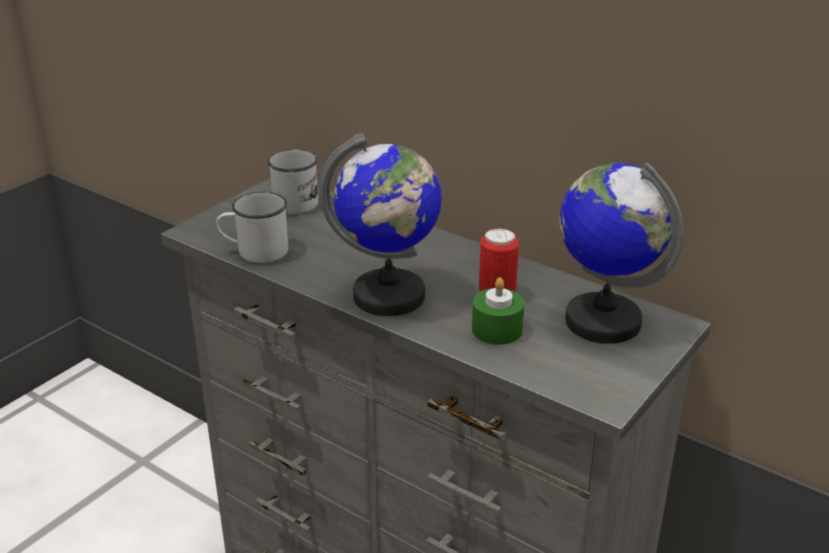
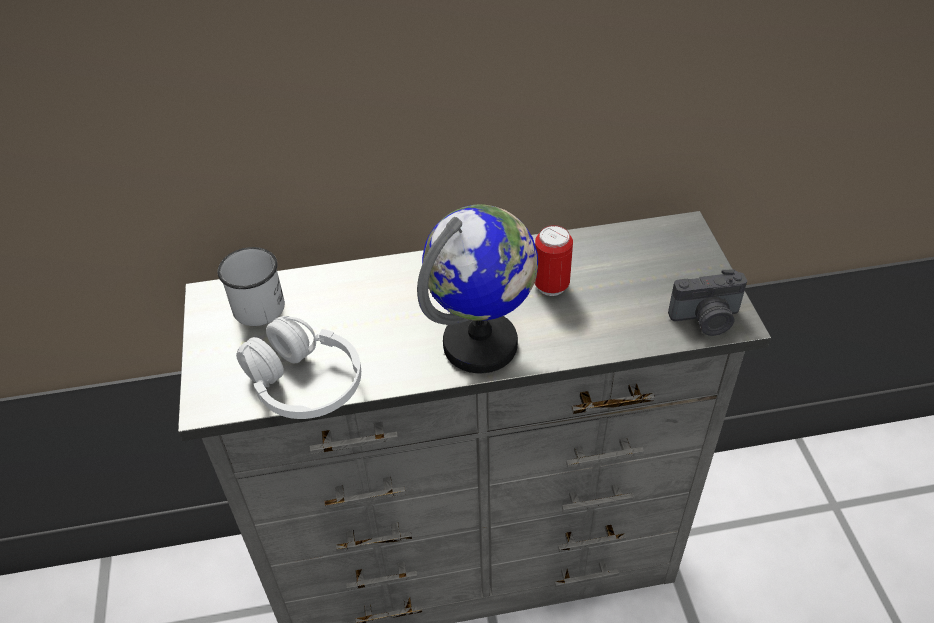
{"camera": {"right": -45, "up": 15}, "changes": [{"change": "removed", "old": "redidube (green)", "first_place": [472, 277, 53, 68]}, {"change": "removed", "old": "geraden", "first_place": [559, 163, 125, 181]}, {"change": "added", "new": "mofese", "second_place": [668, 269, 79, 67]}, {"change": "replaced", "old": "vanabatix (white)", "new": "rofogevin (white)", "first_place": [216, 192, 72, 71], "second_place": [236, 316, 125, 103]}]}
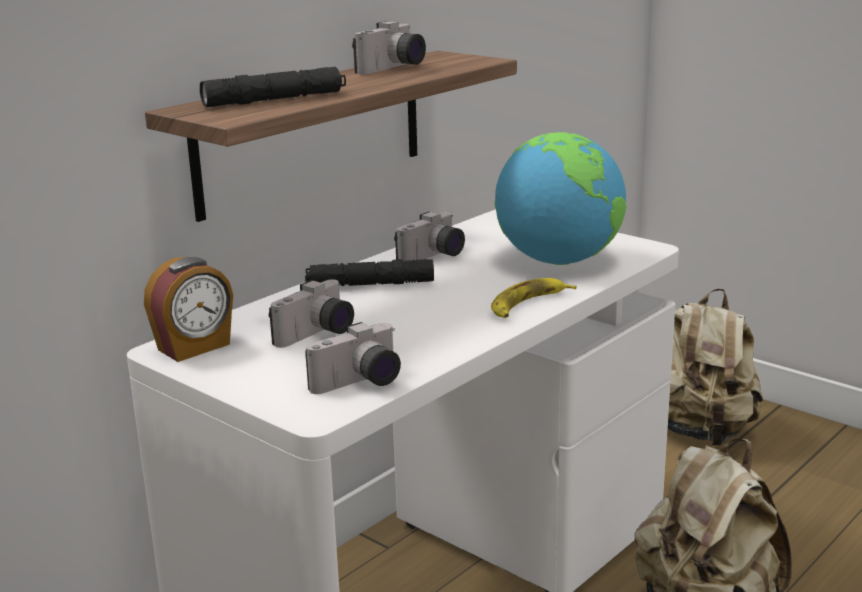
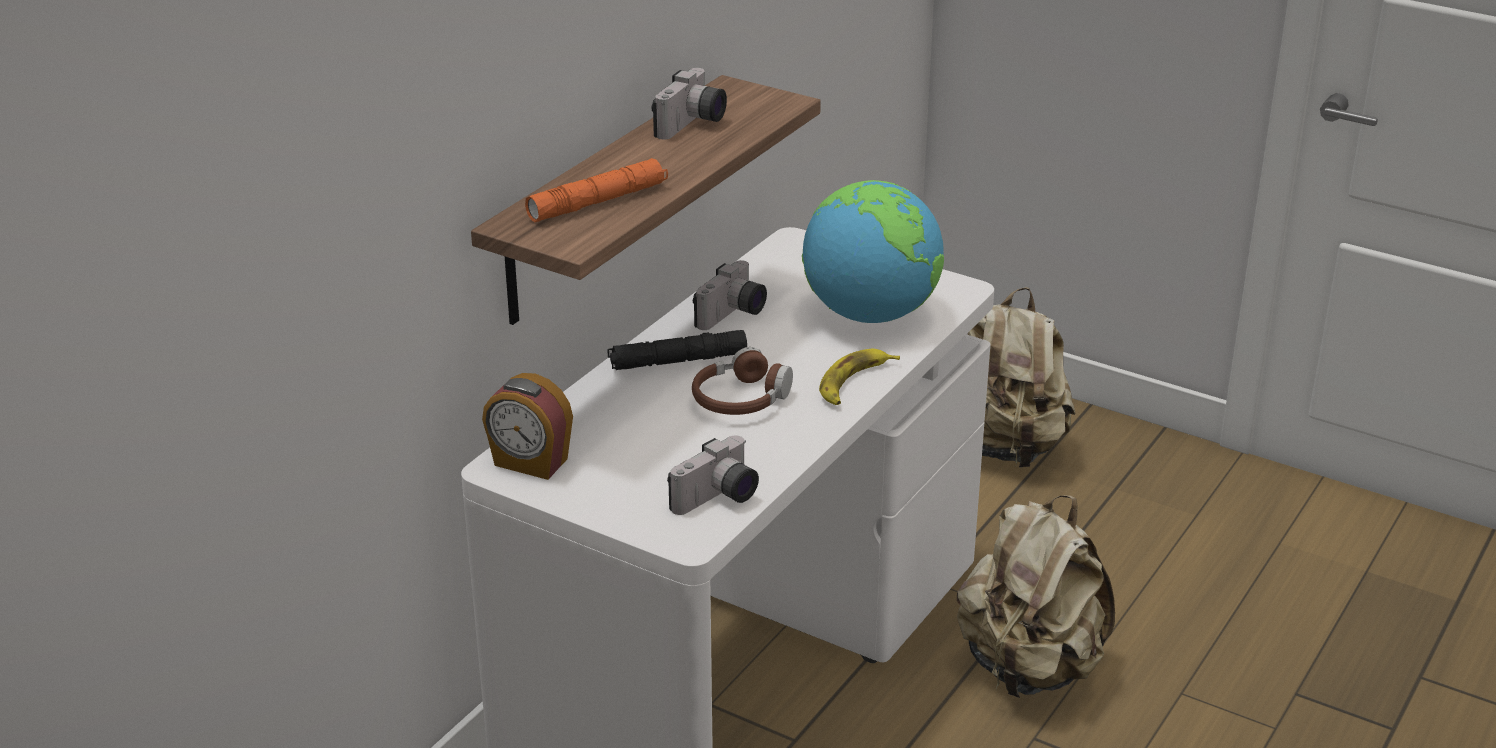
{"camera": {"right": -10, "up": 10}, "changes": [{"change": "removed", "old": "mofese", "first_place": [269, 279, 85, 69]}, {"change": "added", "new": "rofogevin (brown)", "second_place": [692, 347, 101, 68]}, {"change": "recoloured", "old": "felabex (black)", "new": "felabex (orange)", "first_place": [200, 67, 146, 40], "second_place": [525, 158, 143, 64]}, {"change": "turned", "old": "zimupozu", "first_place": [144, 257, 89, 105], "second_place": [482, 373, 91, 107], "degrees": 75}]}
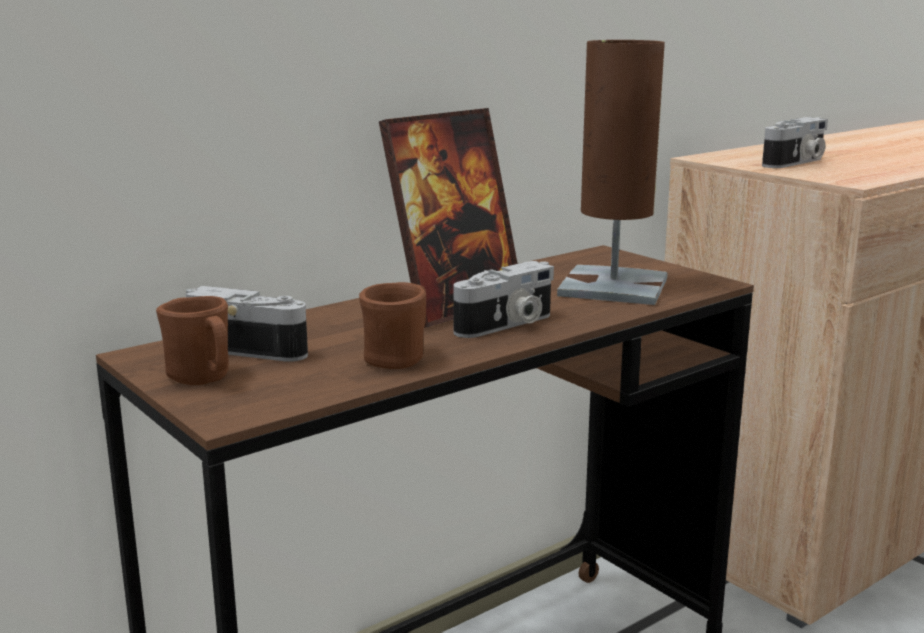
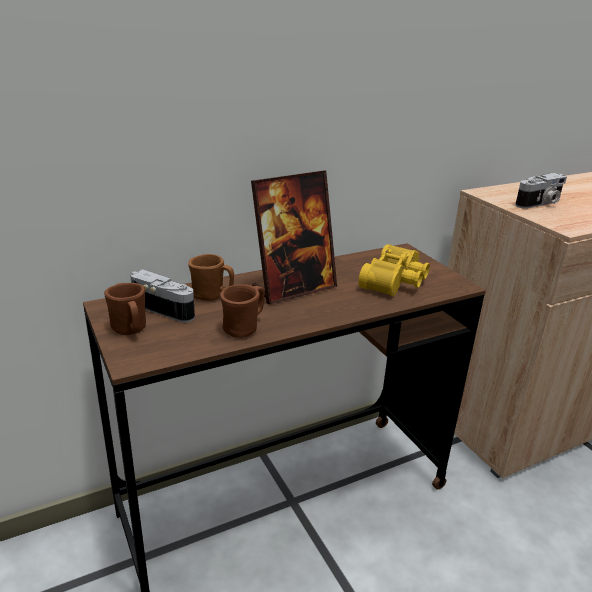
{"camera": {"right": 10, "up": 10}, "changes": [{"change": "removed", "old": "mofese", "first_place": [453, 261, 101, 77]}, {"change": "added", "new": "vanabatix (brown)", "second_place": [188, 254, 46, 47]}, {"change": "replaced", "old": "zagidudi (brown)", "new": "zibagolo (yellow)", "first_place": [557, 40, 111, 265], "second_place": [358, 244, 72, 52]}]}
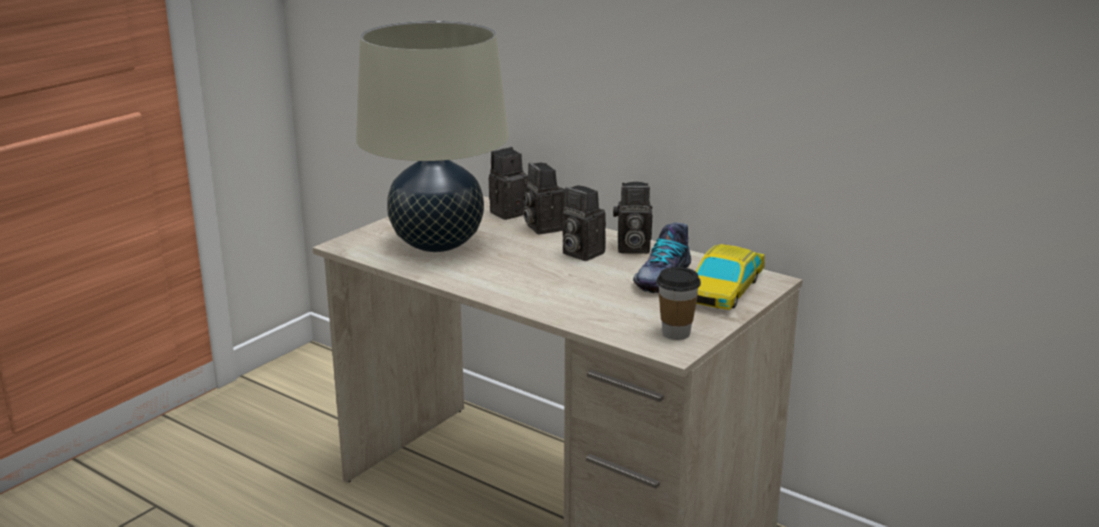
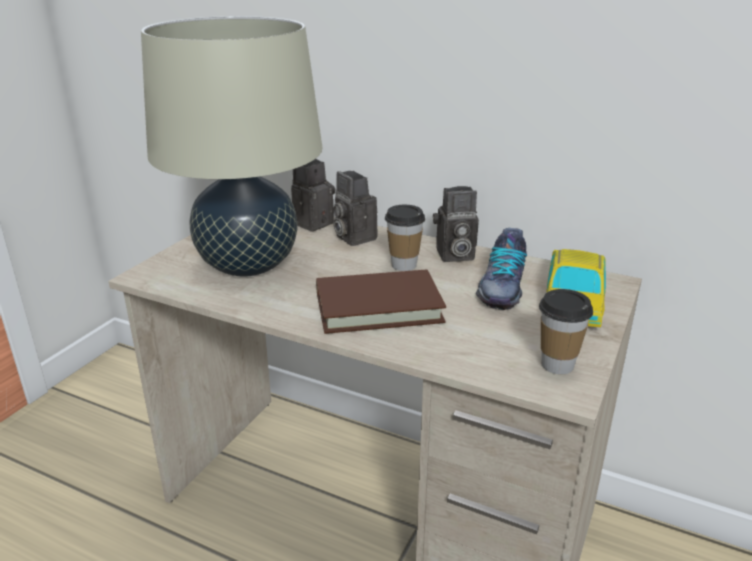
{"camera": {"right": -10, "up": 5}, "changes": [{"change": "added", "new": "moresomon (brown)", "second_place": [316, 270, 130, 64]}, {"change": "replaced", "old": "mofese", "new": "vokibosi", "first_place": [562, 185, 44, 76], "second_place": [385, 205, 40, 66]}]}
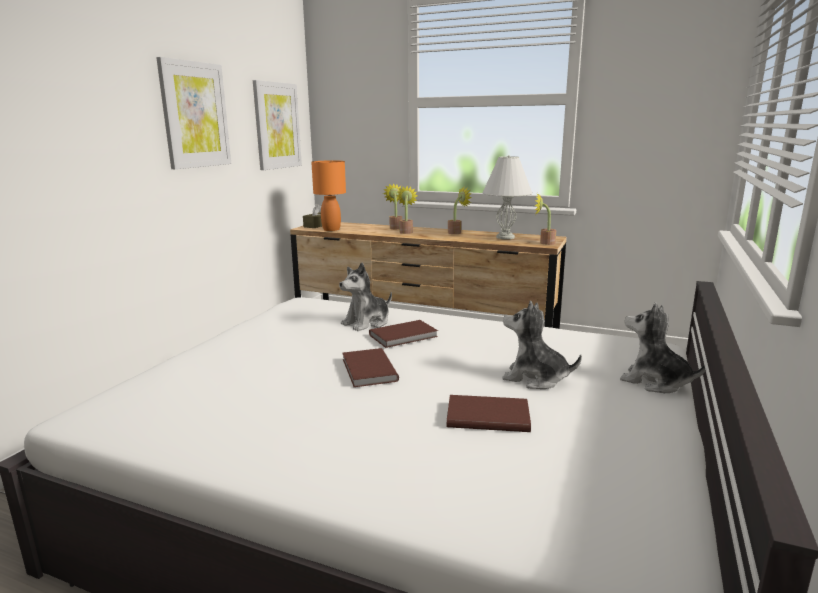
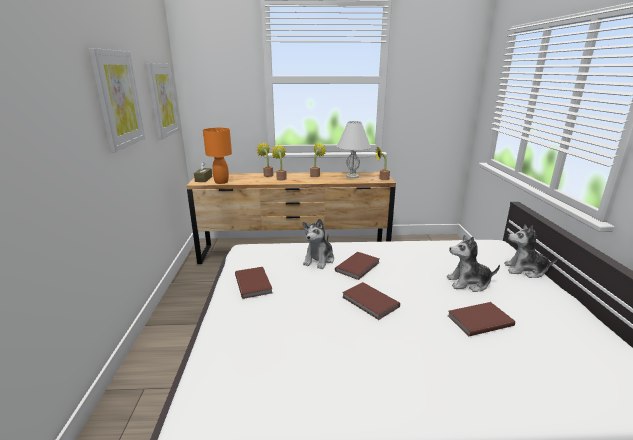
{"camera": {"right": -25, "up": 5}, "changes": [{"change": "added", "new": "moresomon (brown)", "second_place": [235, 267, 37, 32]}]}
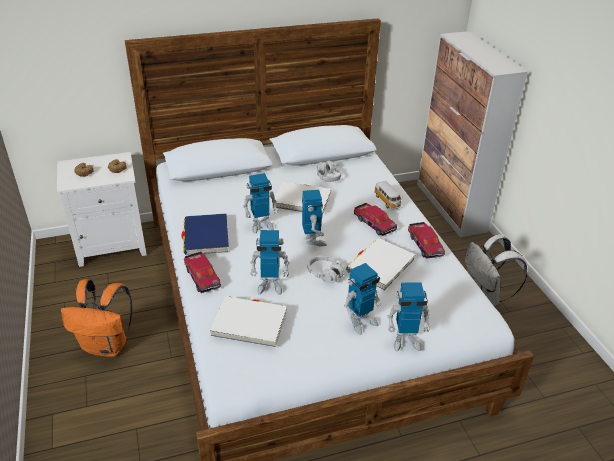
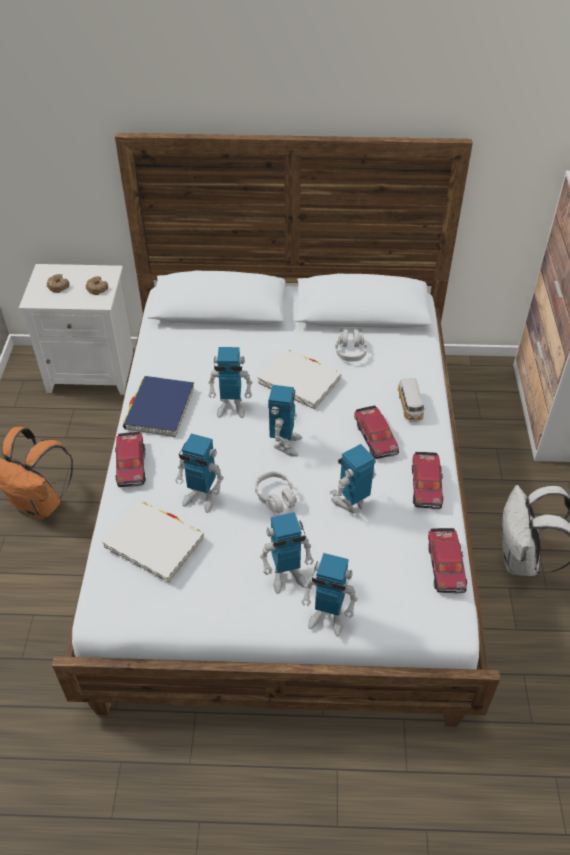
{"camera": {"right": 20, "up": 10}, "changes": [{"change": "added", "new": "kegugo", "second_place": [428, 528, 39, 66]}, {"change": "replaced", "old": "moresomon (white)", "new": "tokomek", "first_place": [346, 238, 70, 52], "second_place": [330, 444, 46, 69]}]}
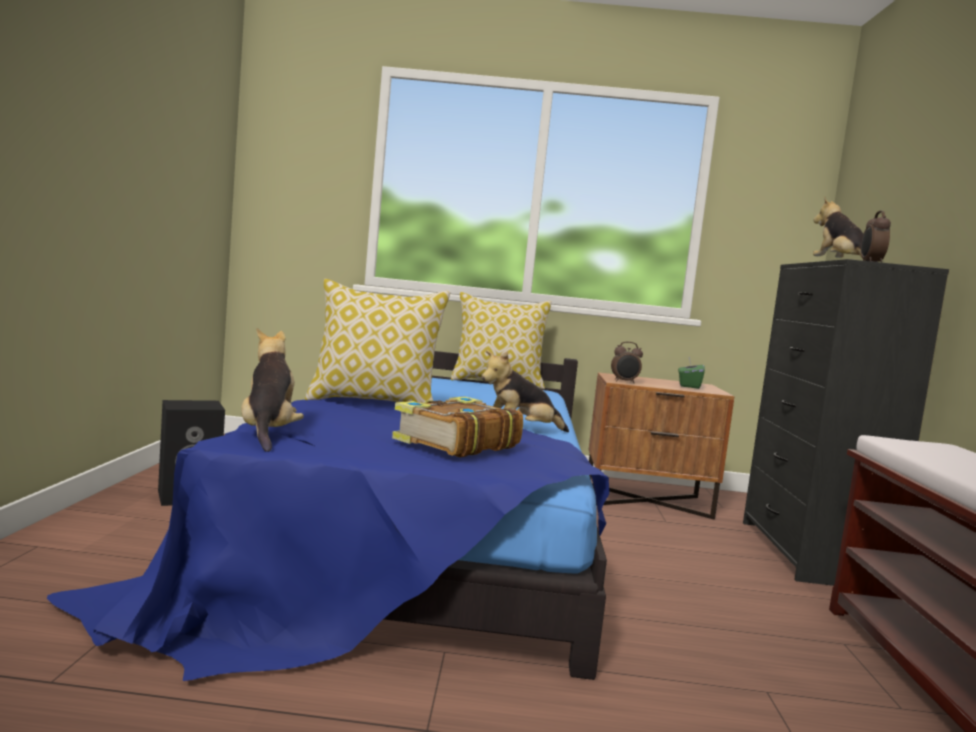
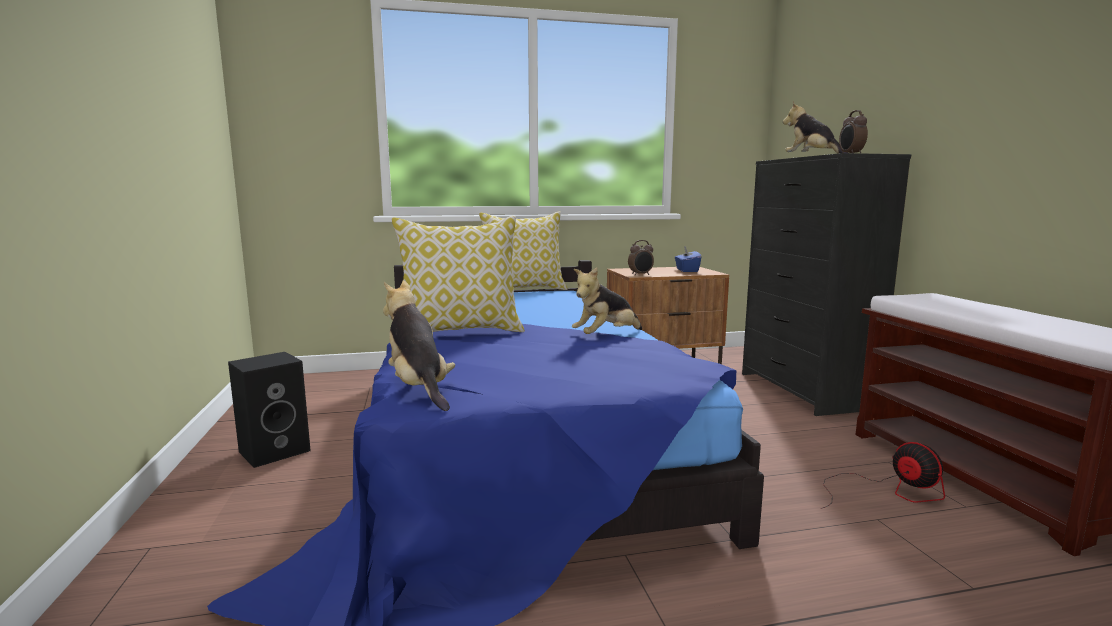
{"camera": {"right": -15, "up": 5}, "changes": [{"change": "removed", "old": "moresomon", "first_place": [392, 397, 131, 60]}, {"change": "added", "new": "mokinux", "second_place": [821, 442, 124, 67]}, {"change": "recoloured", "old": "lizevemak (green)", "new": "lizevemak (blue)", "first_place": [678, 357, 27, 32], "second_place": [675, 246, 26, 26]}]}
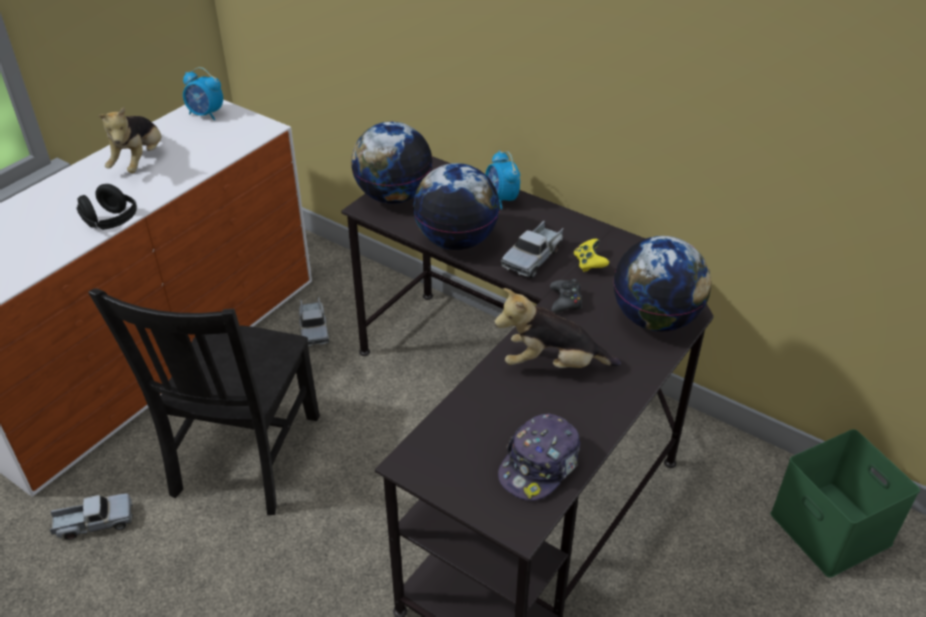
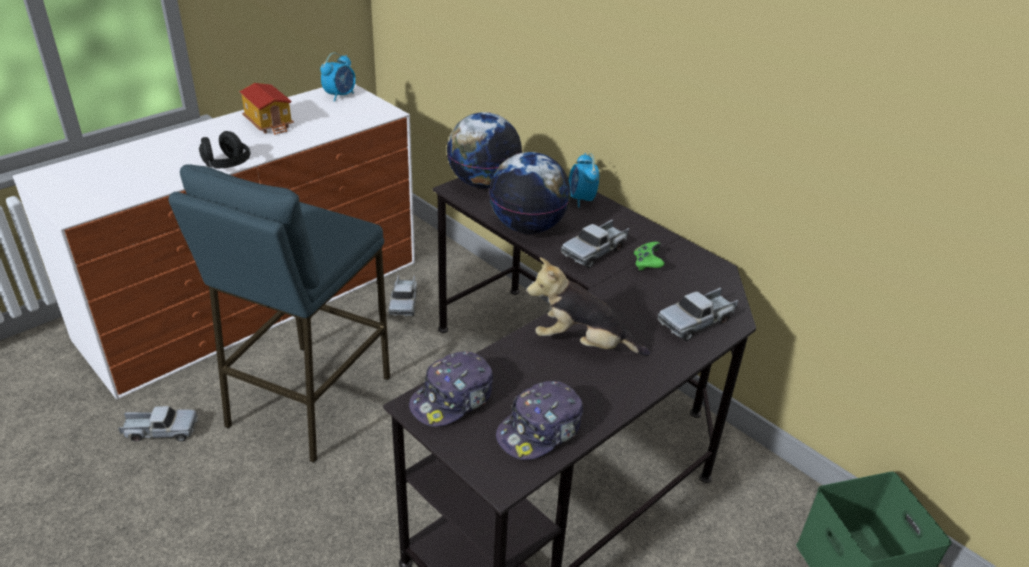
{"camera": {"right": 10, "up": -5}, "changes": [{"change": "removed", "old": "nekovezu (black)", "first_place": [550, 279, 32, 34]}, {"change": "added", "new": "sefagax", "second_place": [409, 352, 84, 75]}, {"change": "replaced", "old": "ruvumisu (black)", "new": "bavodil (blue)", "first_place": [88, 288, 232, 227], "second_place": [168, 164, 222, 299]}, {"change": "replaced", "old": "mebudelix", "new": "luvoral", "first_place": [98, 107, 63, 66], "second_place": [239, 83, 55, 52]}, {"change": "replaced", "old": "geraden", "new": "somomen", "first_place": [613, 236, 98, 96], "second_place": [658, 287, 81, 54]}, {"change": "recoloured", "old": "nekovezu (yellow)", "new": "nekovezu (green)", "first_place": [574, 239, 35, 33], "second_place": [634, 242, 30, 28]}, {"change": "turned", "old": "zimupozu", "first_place": [183, 67, 40, 53], "second_place": [320, 53, 36, 49], "degrees": -90}]}
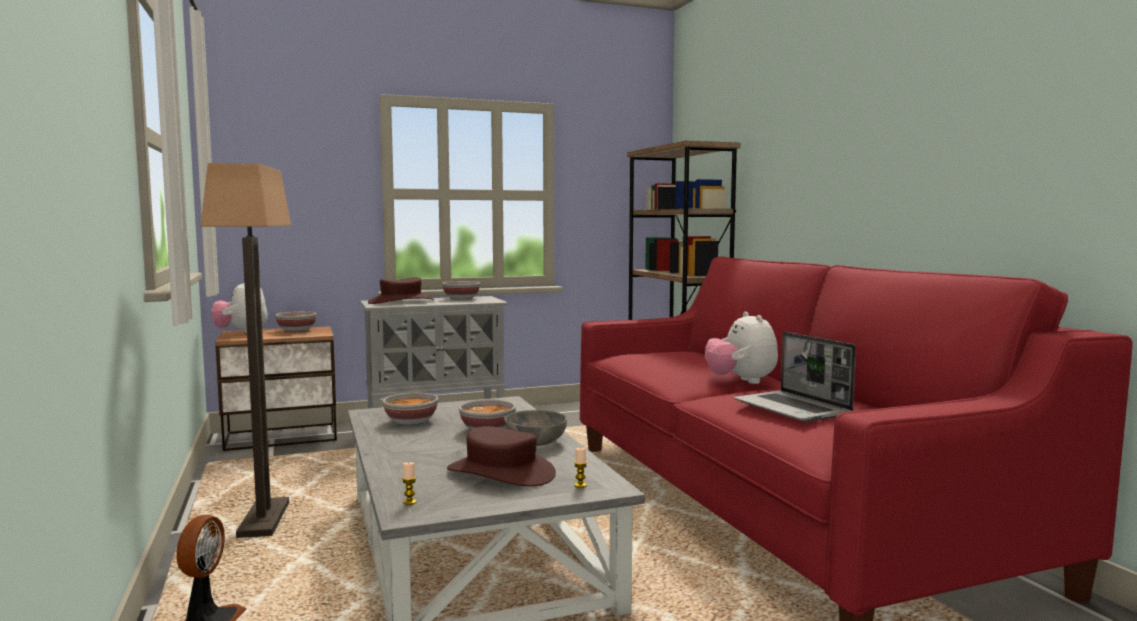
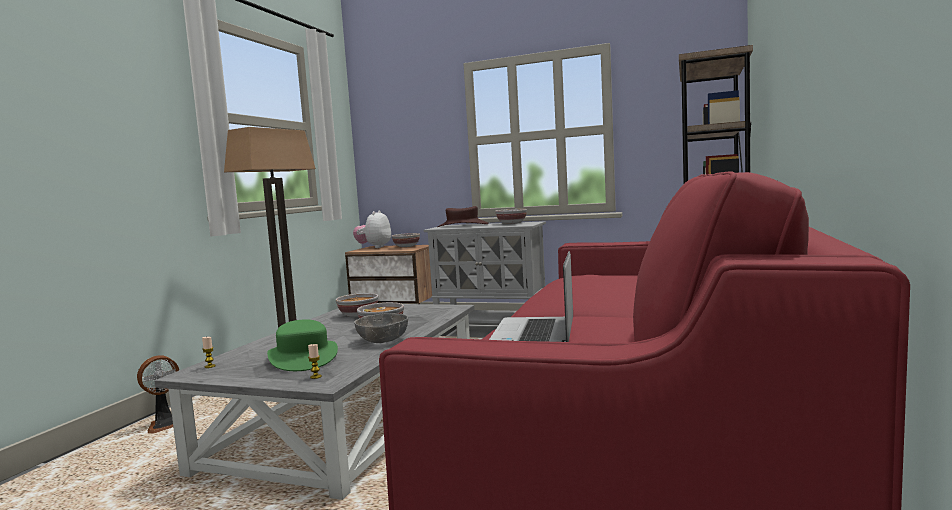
{"camera": {"right": 40, "up": 0}, "changes": [{"change": "removed", "old": "mebudelix", "first_place": [705, 312, 73, 72]}, {"change": "recoloured", "old": "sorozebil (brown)", "new": "sorozebil (green)", "first_place": [447, 426, 109, 60], "second_place": [267, 319, 71, 52]}]}
